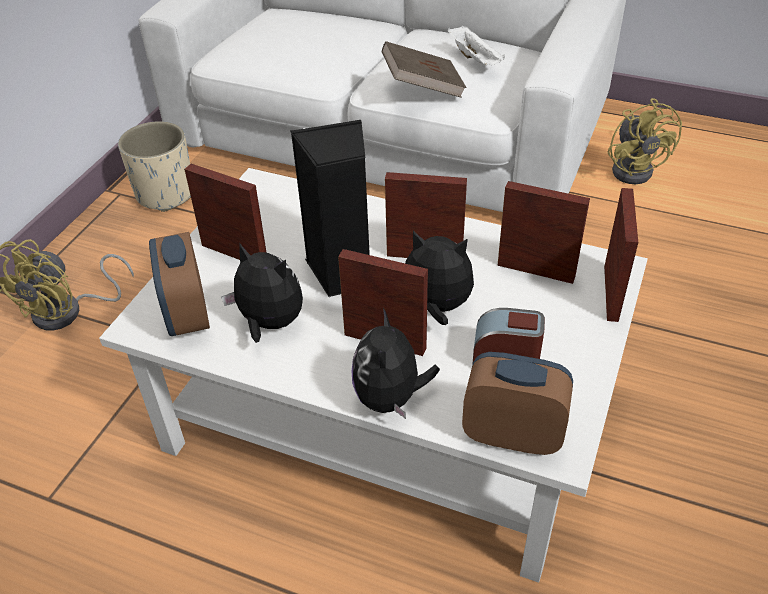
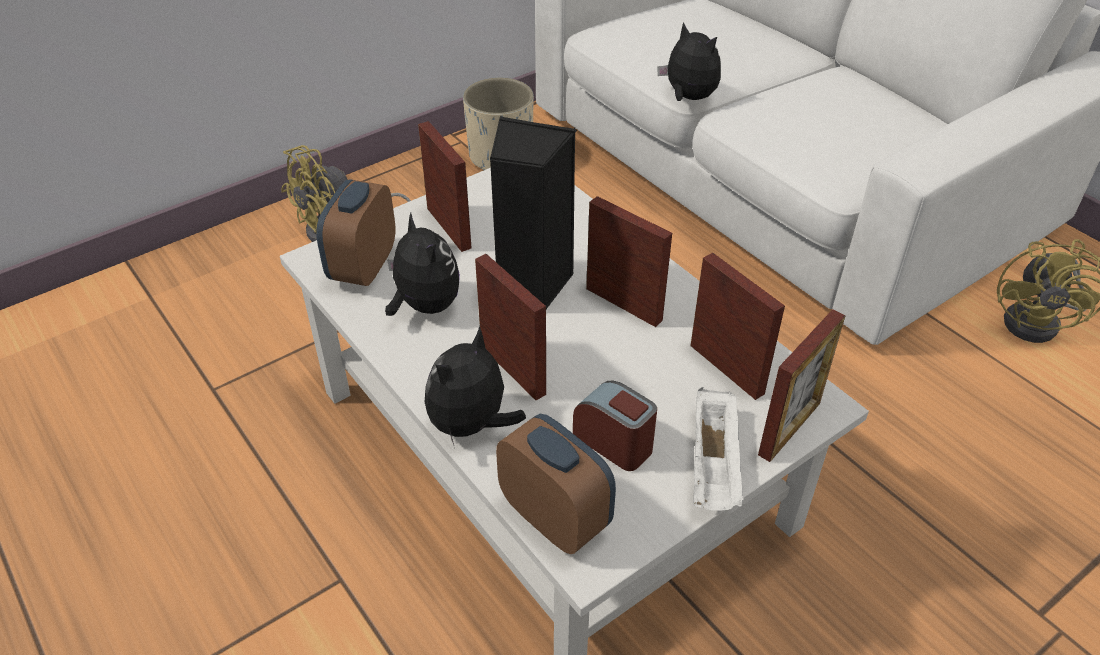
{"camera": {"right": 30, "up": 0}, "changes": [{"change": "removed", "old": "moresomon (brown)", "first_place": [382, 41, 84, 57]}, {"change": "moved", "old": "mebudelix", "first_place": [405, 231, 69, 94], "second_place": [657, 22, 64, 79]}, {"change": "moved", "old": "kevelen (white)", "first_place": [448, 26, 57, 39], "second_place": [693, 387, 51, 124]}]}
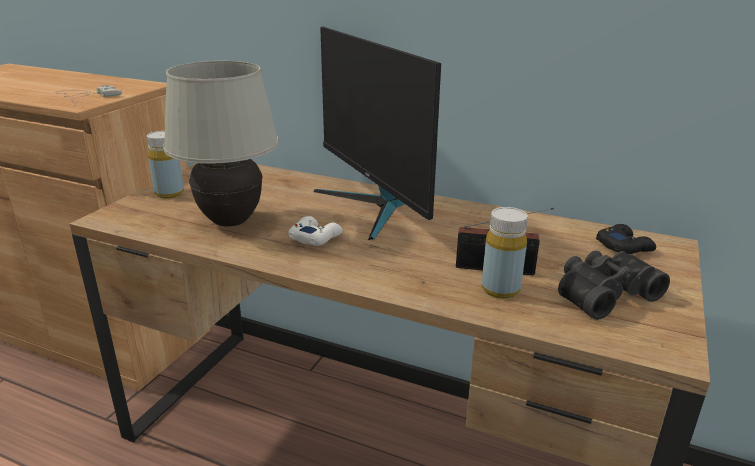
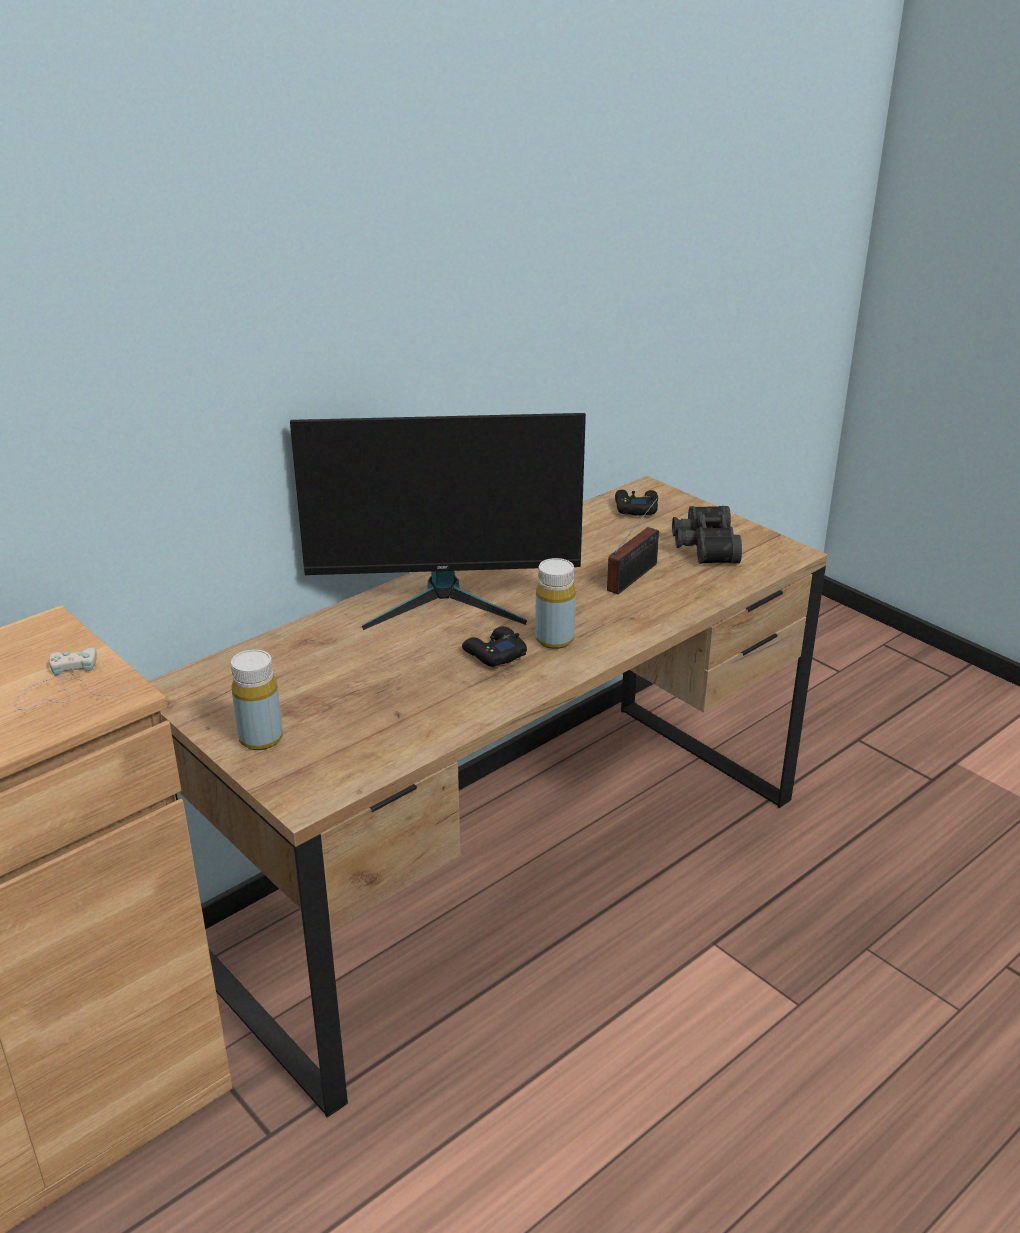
{"camera": {"right": -65, "up": 5}, "changes": [{"change": "removed", "old": "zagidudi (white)", "first_place": [163, 61, 116, 166]}, {"change": "moved", "old": "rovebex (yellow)", "first_place": [482, 207, 46, 91], "second_place": [535, 558, 41, 91]}, {"change": "recoloured", "old": "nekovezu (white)", "new": "nekovezu (black)", "first_place": [288, 216, 55, 30], "second_place": [462, 626, 65, 41]}]}
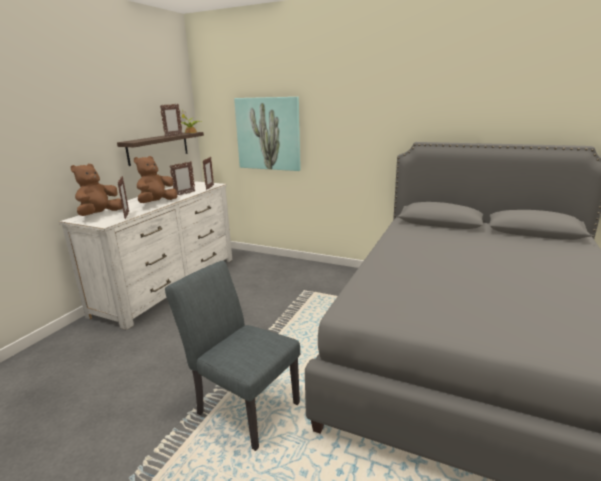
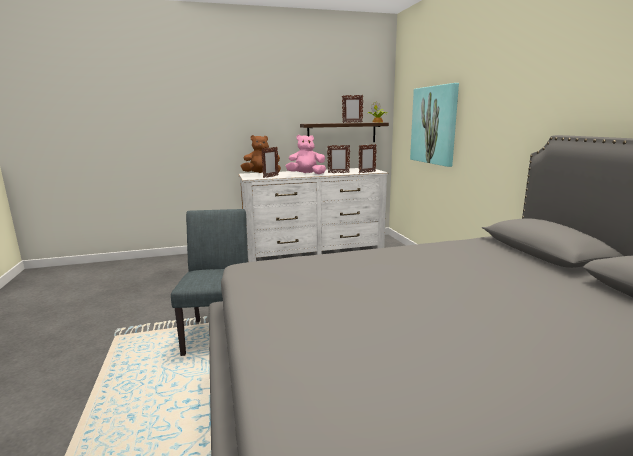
{"camera": {"right": 50, "up": -5}, "changes": [{"change": "recoloured", "old": "mebudelix (brown)", "new": "mebudelix (pink)", "first_place": [134, 156, 43, 47], "second_place": [286, 135, 40, 39]}]}
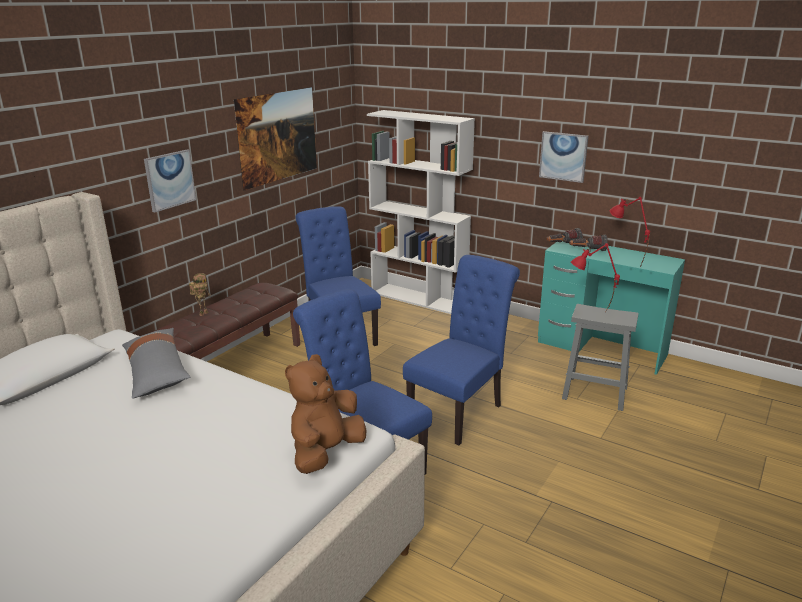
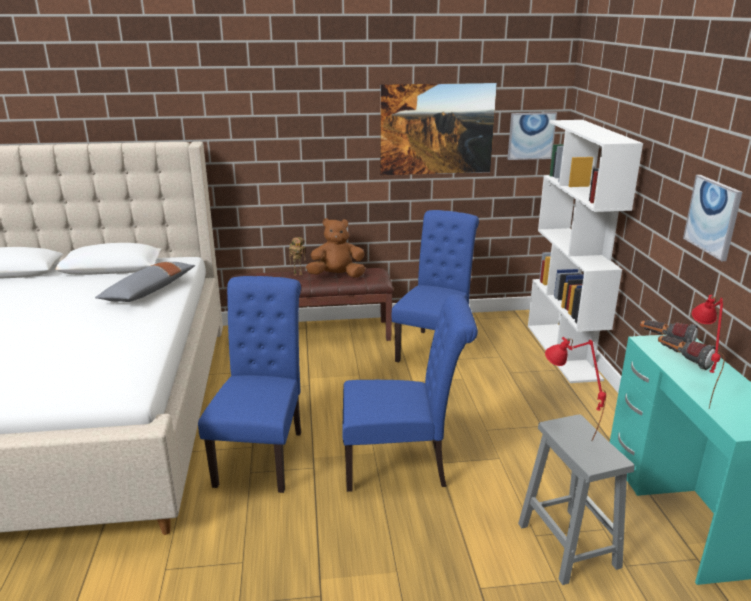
{"camera": {"right": 50, "up": 0}, "changes": [{"change": "moved", "old": "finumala", "first_place": [144, 150, 52, 62], "second_place": [508, 112, 49, 48]}, {"change": "moved", "old": "mebudelix (brown)", "first_place": [285, 354, 82, 120], "second_place": [306, 218, 59, 60]}]}
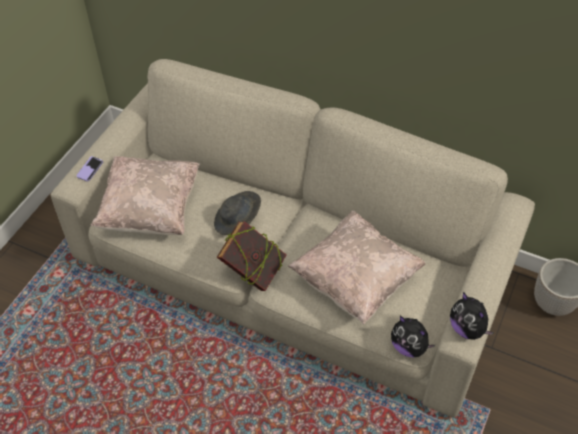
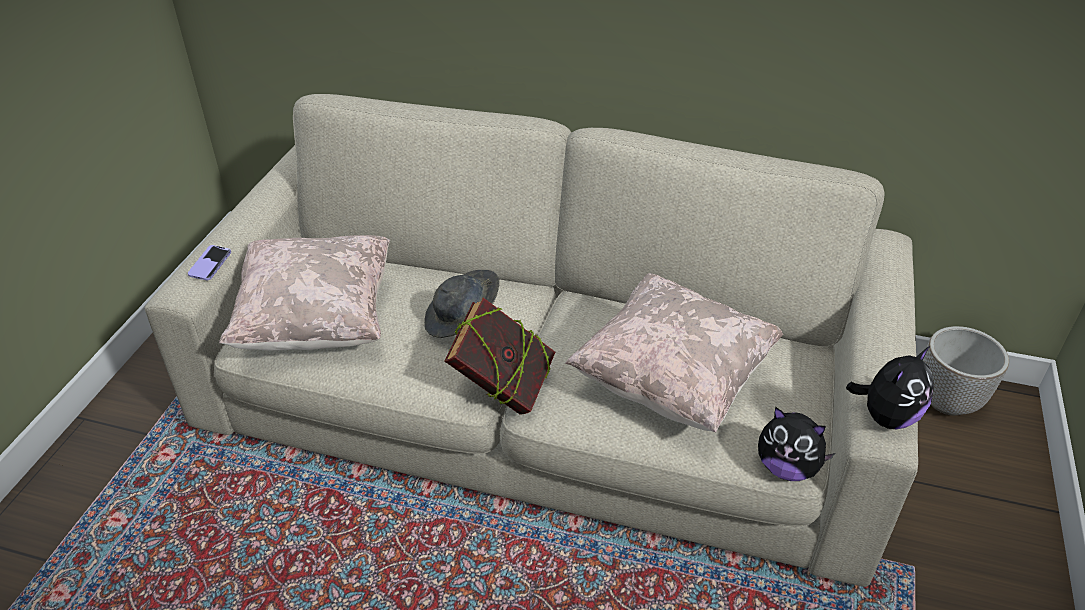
{"camera": {"right": -10, "up": -10}, "changes": [{"change": "turned", "old": "mebudelix", "first_place": [450, 292, 44, 48], "second_place": [846, 346, 88, 83], "degrees": -90}]}
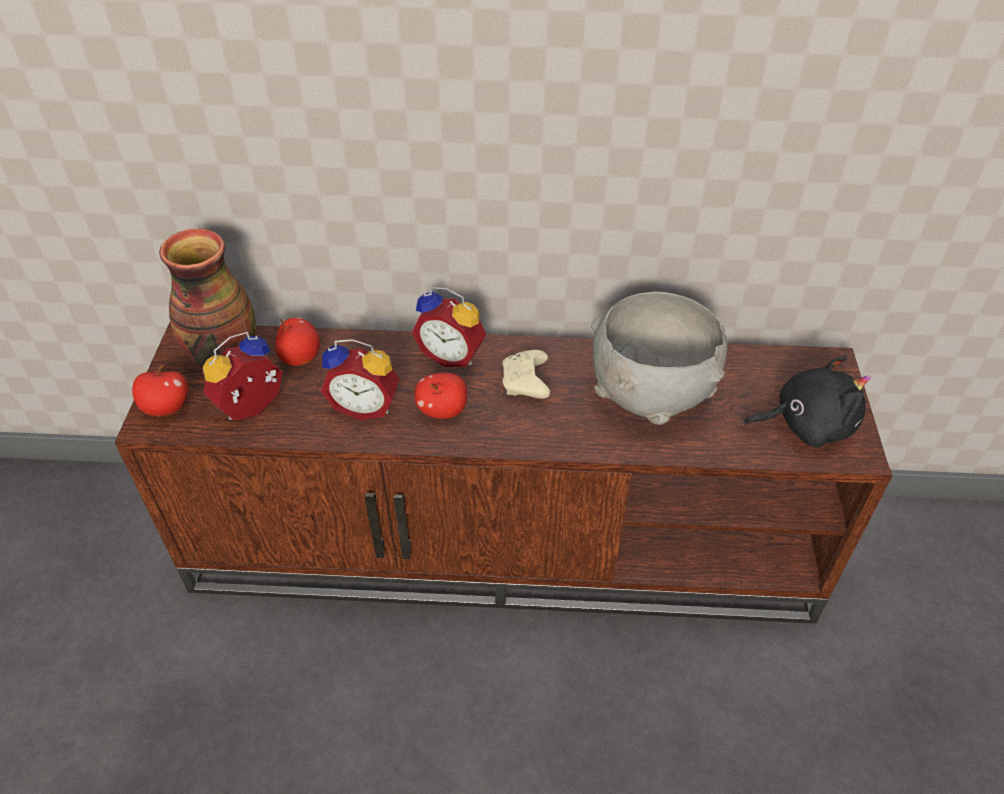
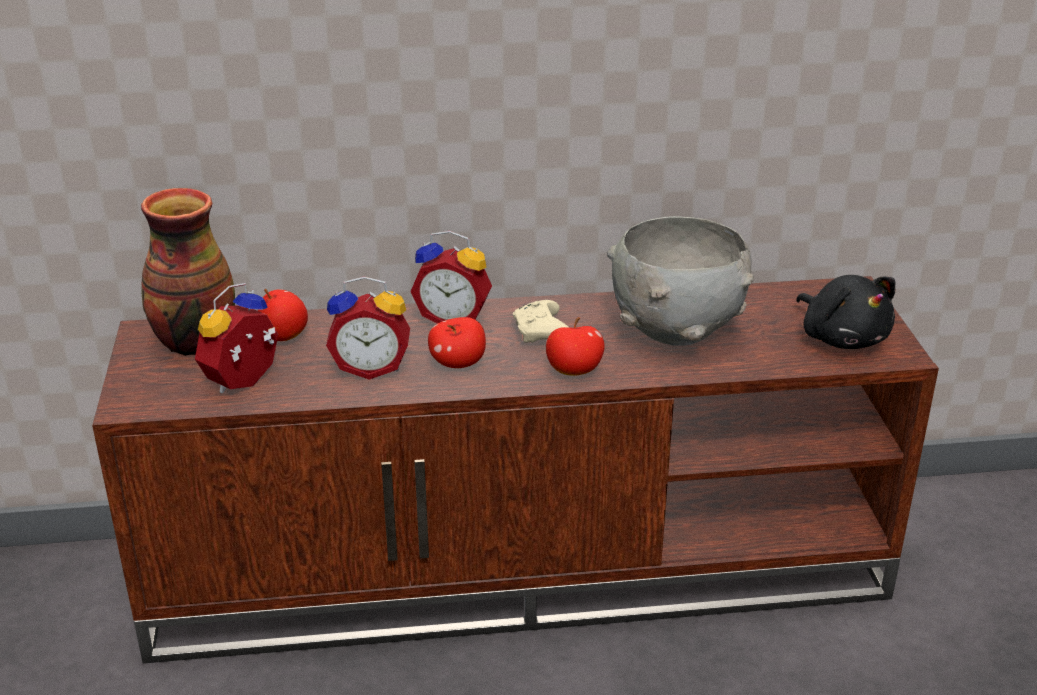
{"camera": {"right": -10, "up": -15}, "changes": [{"change": "moved", "old": "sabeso", "first_place": [132, 365, 56, 51], "second_place": [546, 317, 59, 59]}, {"change": "turned", "old": "mebudelix (black)", "first_place": [743, 355, 128, 93], "second_place": [796, 275, 99, 74], "degrees": 75}]}
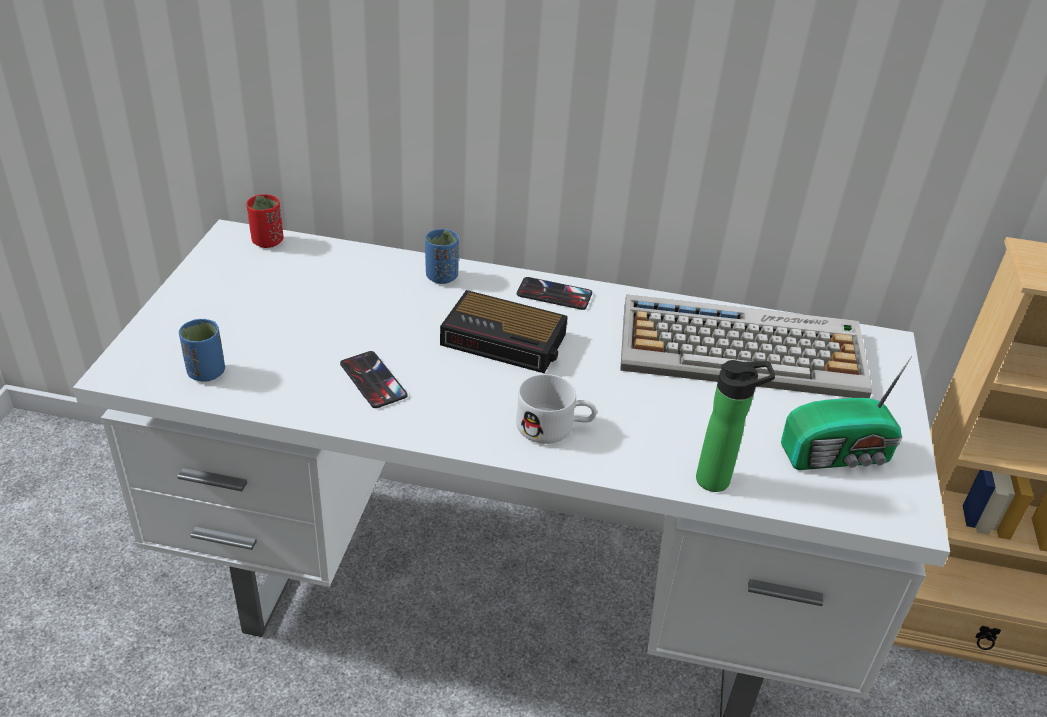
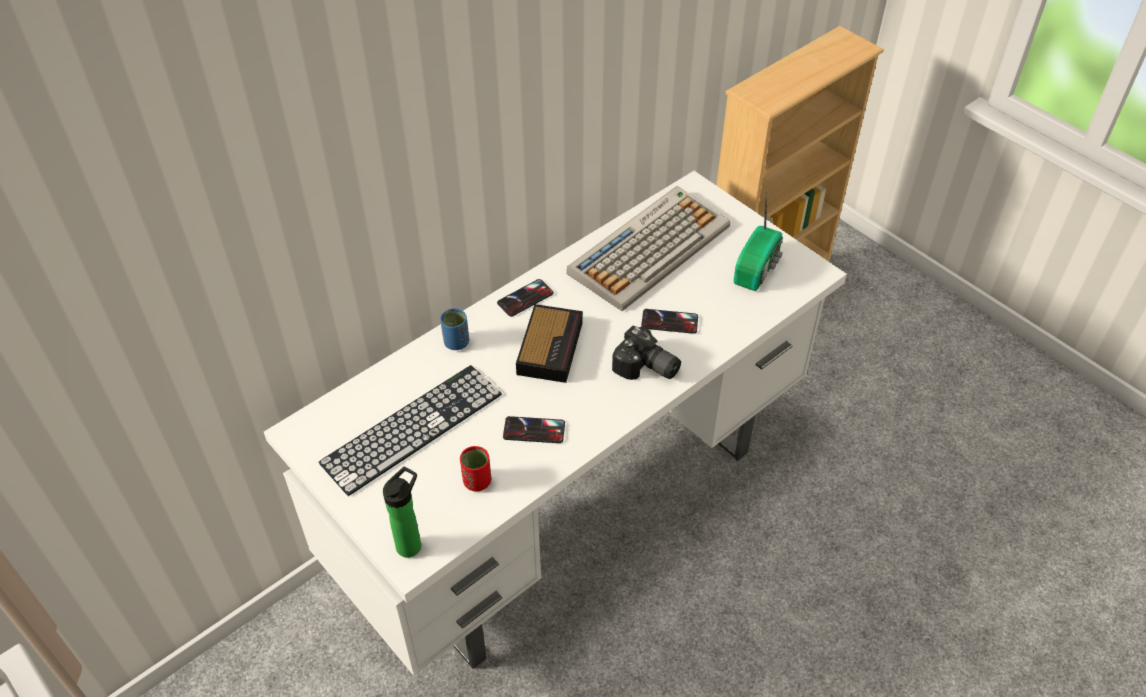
{"camera": {"right": -50, "up": 10}, "changes": [{"change": "removed", "old": "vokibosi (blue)", "first_place": [179, 319, 46, 63]}, {"change": "added", "new": "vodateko", "second_place": [318, 365, 184, 131]}, {"change": "added", "new": "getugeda", "second_place": [641, 309, 57, 25]}, {"change": "moved", "old": "vokibosi (red)", "first_place": [246, 194, 38, 54], "second_place": [460, 446, 31, 45]}, {"change": "moved", "old": "rovebex", "first_place": [696, 360, 79, 132], "second_place": [383, 467, 38, 91]}, {"change": "replaced", "old": "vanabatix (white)", "new": "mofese", "first_place": [516, 374, 81, 70], "second_place": [612, 326, 69, 54]}, {"change": "turned", "old": "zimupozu", "first_place": [440, 290, 128, 83], "second_place": [516, 304, 67, 79], "degrees": -45}]}
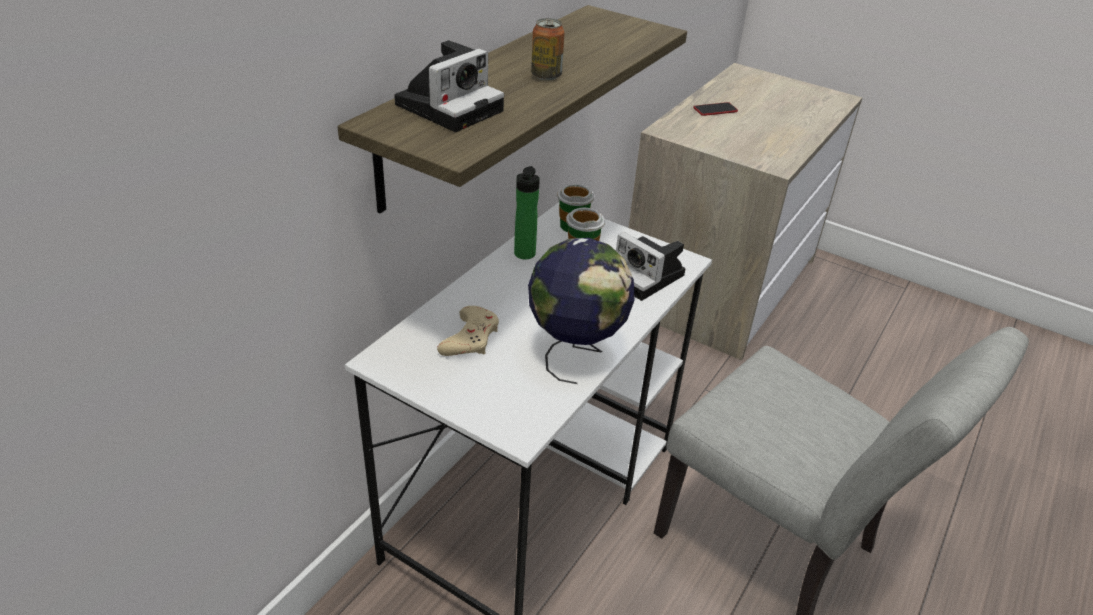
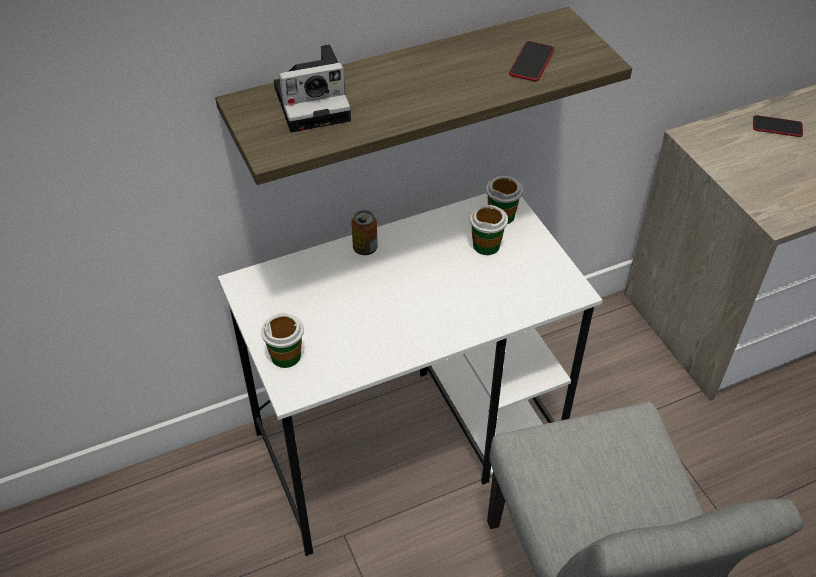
{"camera": {"right": 35, "up": 10}, "changes": [{"change": "removed", "old": "nekovezu (beige)", "first_place": [437, 306, 62, 50]}, {"change": "removed", "old": "rovebex", "first_place": [514, 166, 26, 93]}, {"change": "removed", "old": "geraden", "first_place": [528, 238, 107, 146]}, {"change": "removed", "old": "mofese", "first_place": [616, 232, 70, 69]}, {"change": "added", "new": "vokibosi", "second_place": [261, 314, 43, 54]}, {"change": "added", "new": "getugeda", "second_place": [509, 41, 46, 40]}, {"change": "moved", "old": "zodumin", "first_place": [531, 18, 34, 62], "second_place": [352, 210, 26, 45]}]}
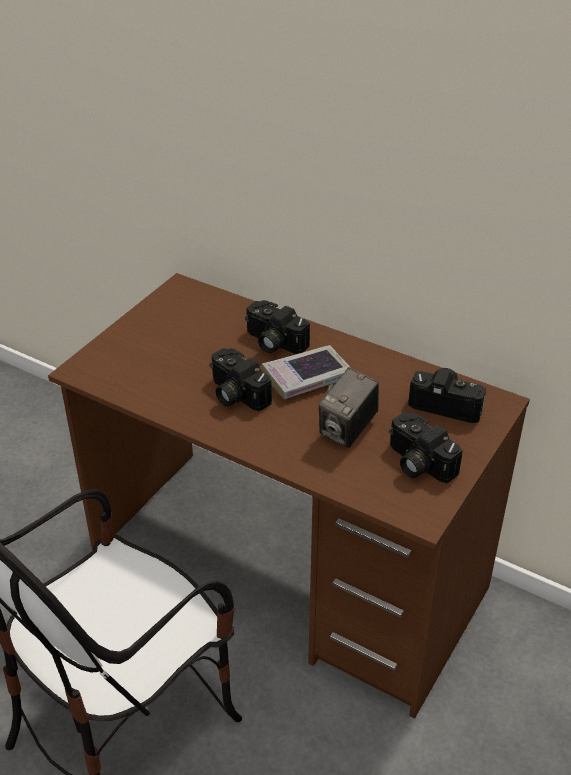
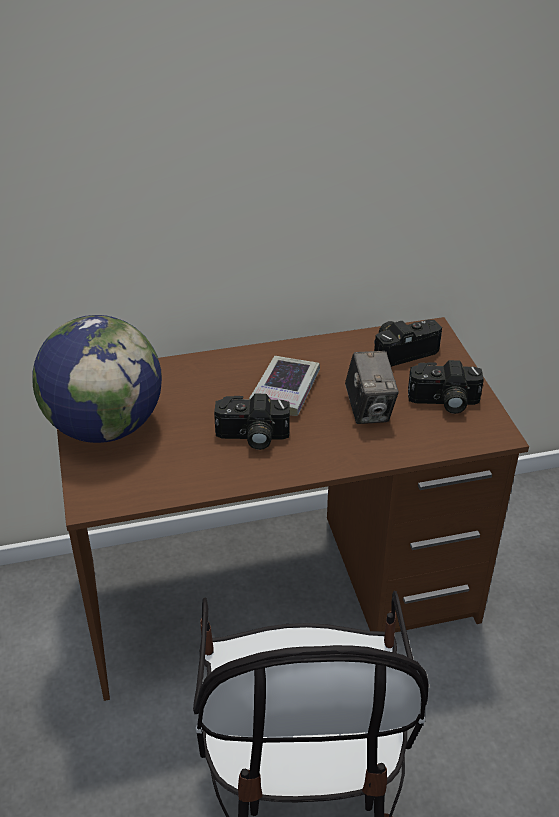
{"camera": {"right": -45, "up": 0}, "changes": [{"change": "removed", "old": "mofese", "first_place": [245, 300, 65, 54]}, {"change": "added", "new": "geraden", "second_place": [32, 315, 130, 128]}]}
